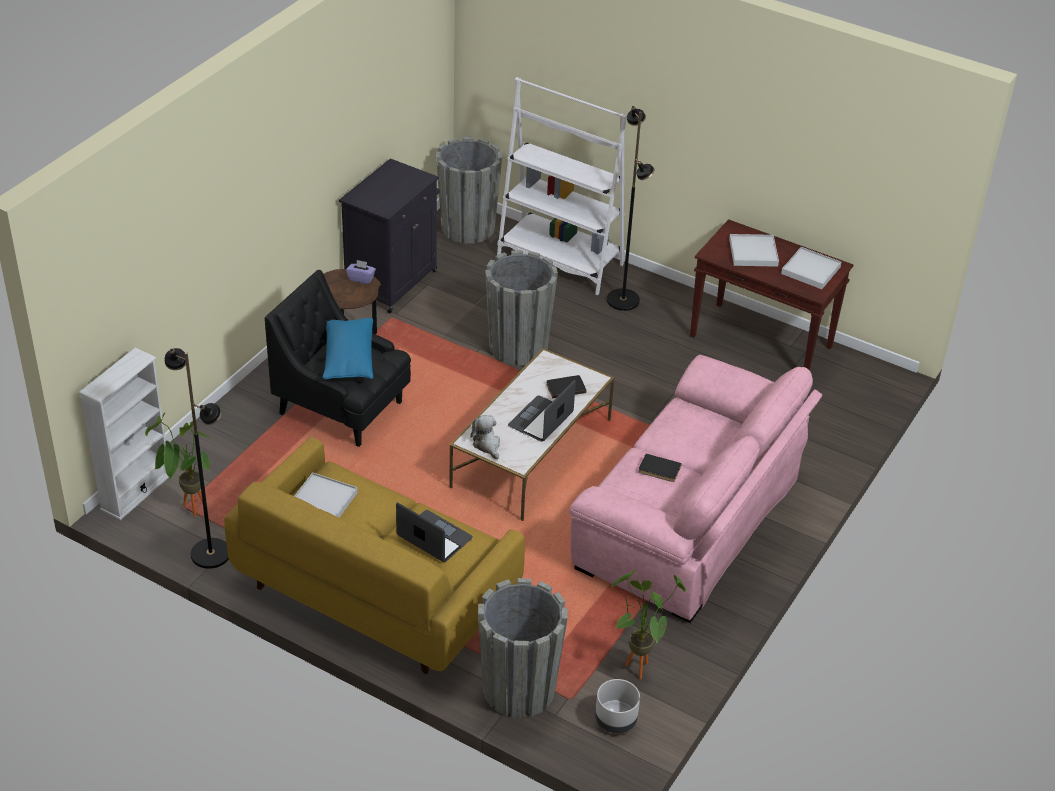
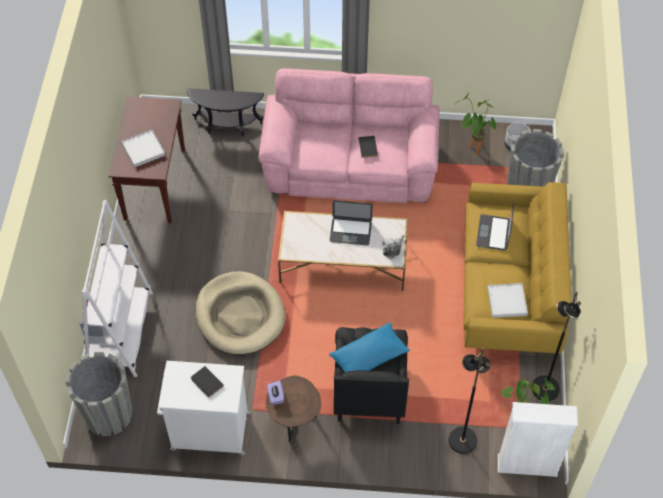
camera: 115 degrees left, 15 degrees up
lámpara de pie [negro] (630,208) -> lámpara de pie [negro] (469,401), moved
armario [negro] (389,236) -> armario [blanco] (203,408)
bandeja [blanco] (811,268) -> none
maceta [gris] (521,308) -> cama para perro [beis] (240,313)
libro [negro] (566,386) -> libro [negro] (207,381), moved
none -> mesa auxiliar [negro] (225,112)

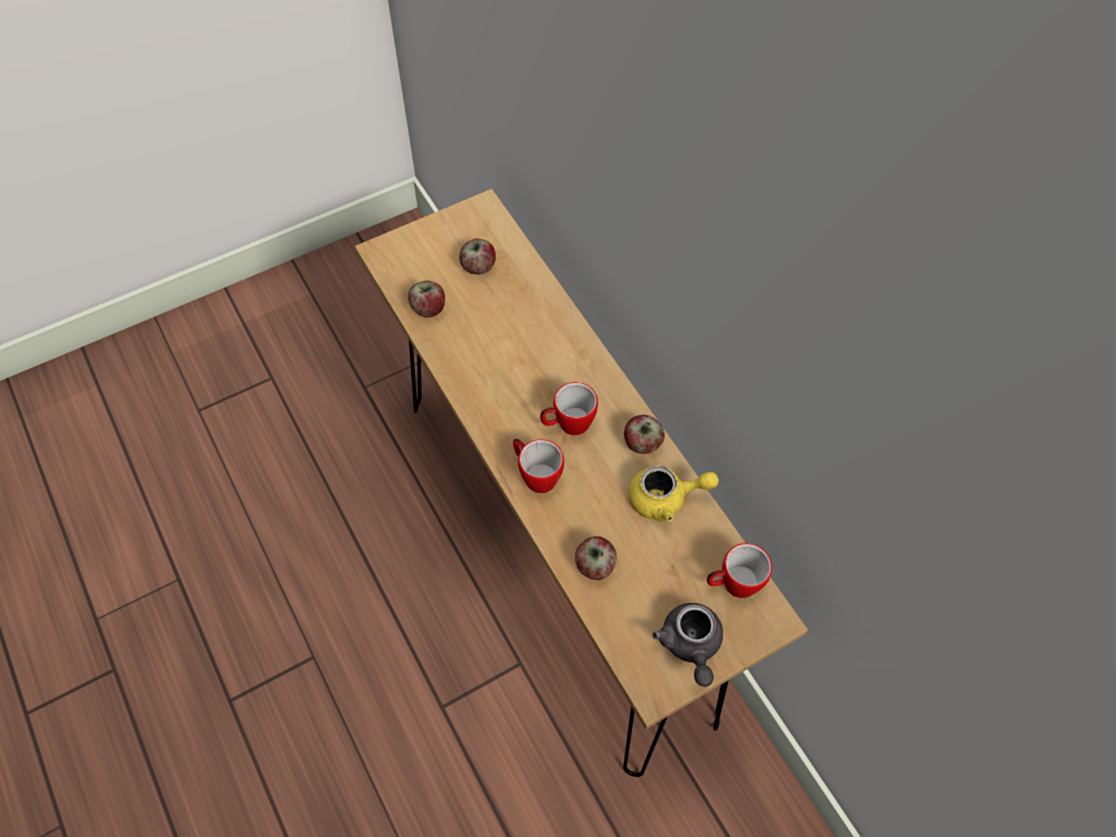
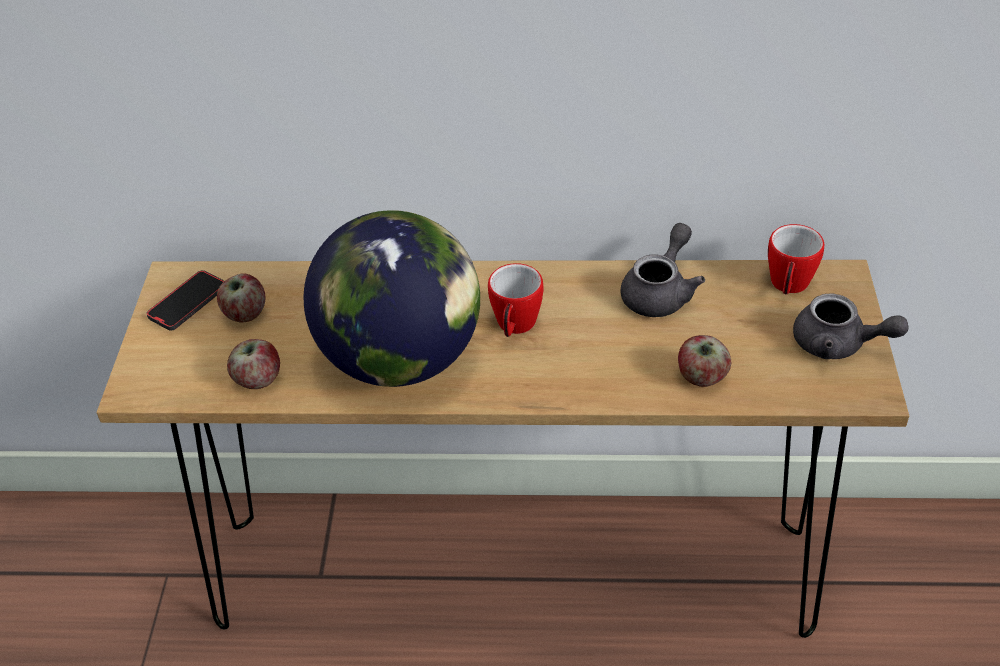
camera: 55 degrees left, 15 degrees down
manzana (644,434) -> none
taza grande (538,466) -> none
tetera [amarillo] (673,493) -> tetera [gris] (662,270)
none -> globo terráqueo (392,298)
none -> móvil (185,300)

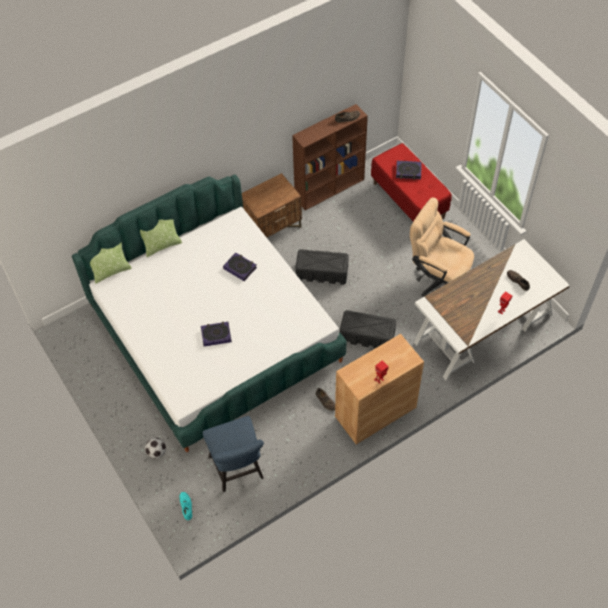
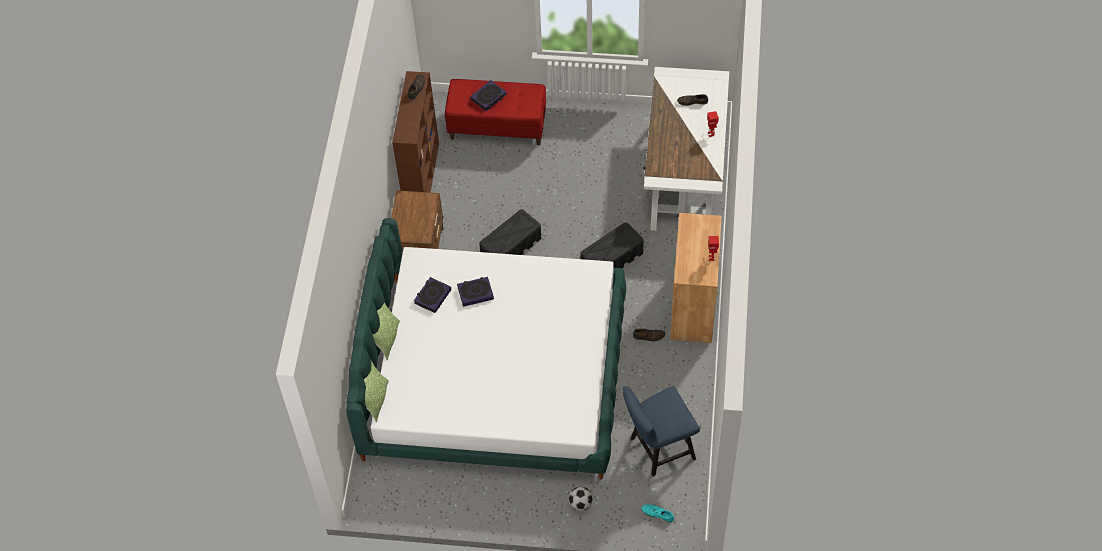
camera: 50 degrees left, 0 degrees up
silla de oficina [beis] (442,247) -> none
libro (216,334) -> libro (432,295), moved
silla [azul] (233,454) -> silla [azul] (661,431), 135 degrees clockwise

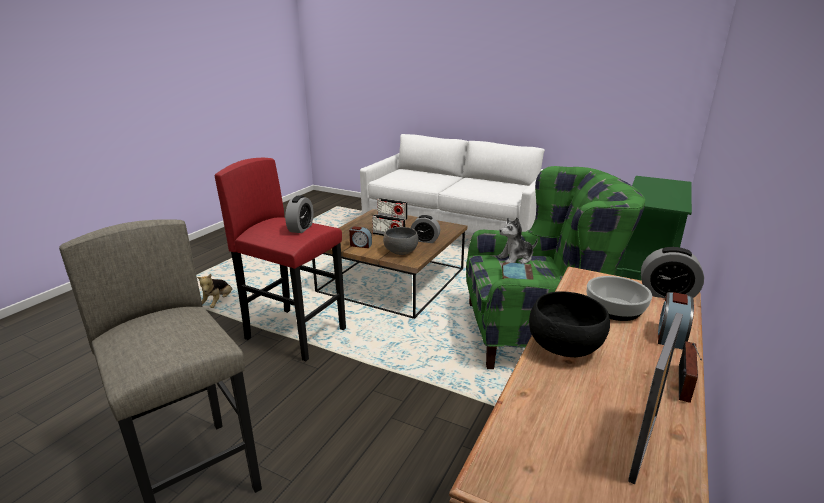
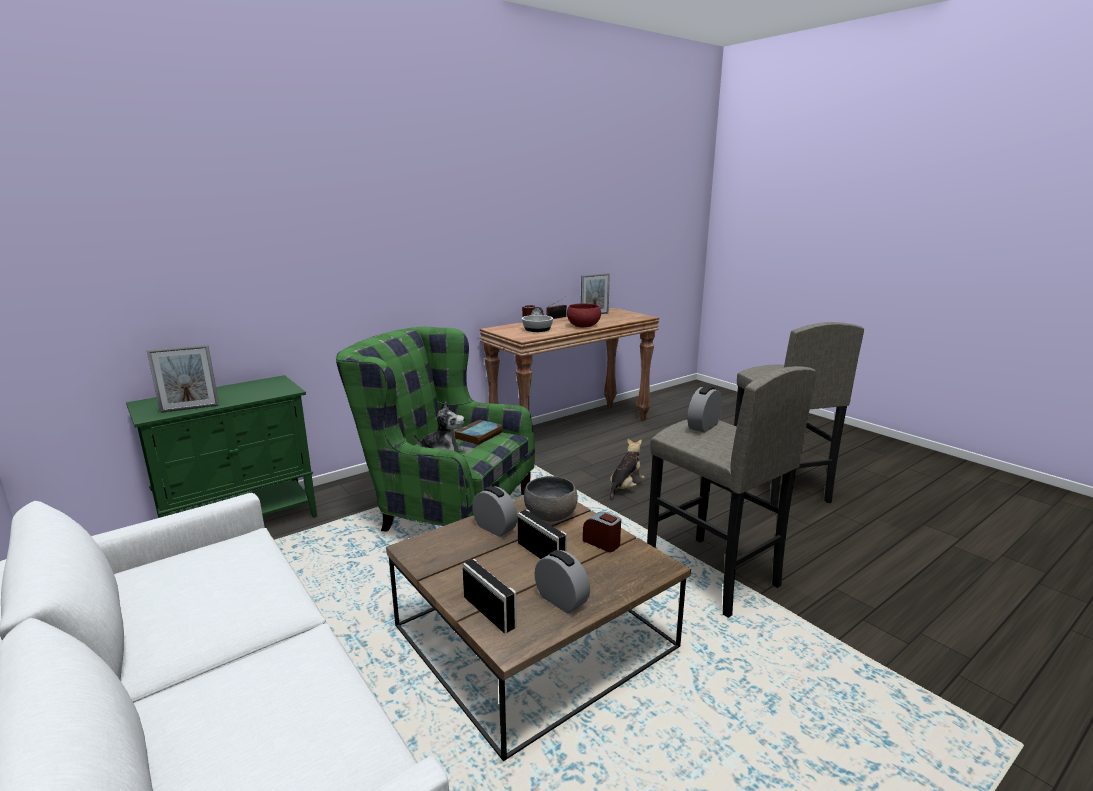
camera: 155 degrees left, 5 degrees down
taburete [rojo] (280,260) -> taburete [gris] (732,492)
despertador (672,272) -> despertador (562,581), moved
peluche (214,291) -> peluche (627,469), moved
cuenco [negro] (569,324) -> cuenco [rojo] (584,315)
none -> portarretratos (183,379)

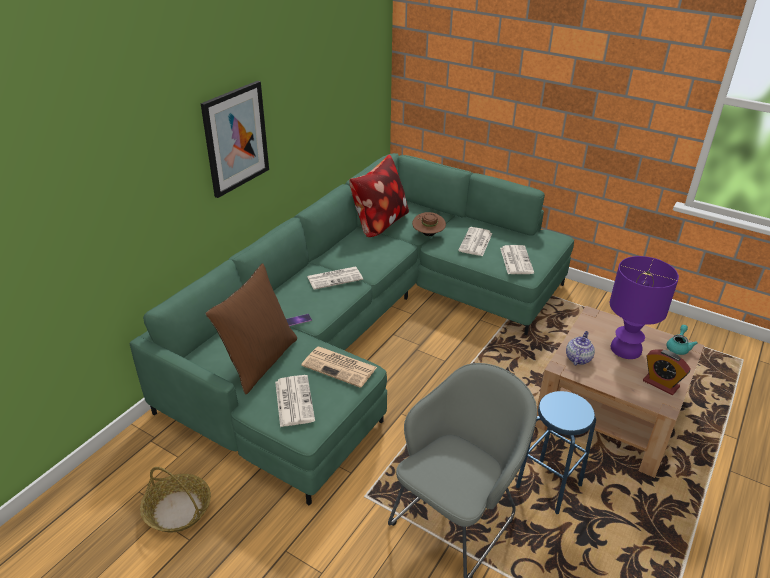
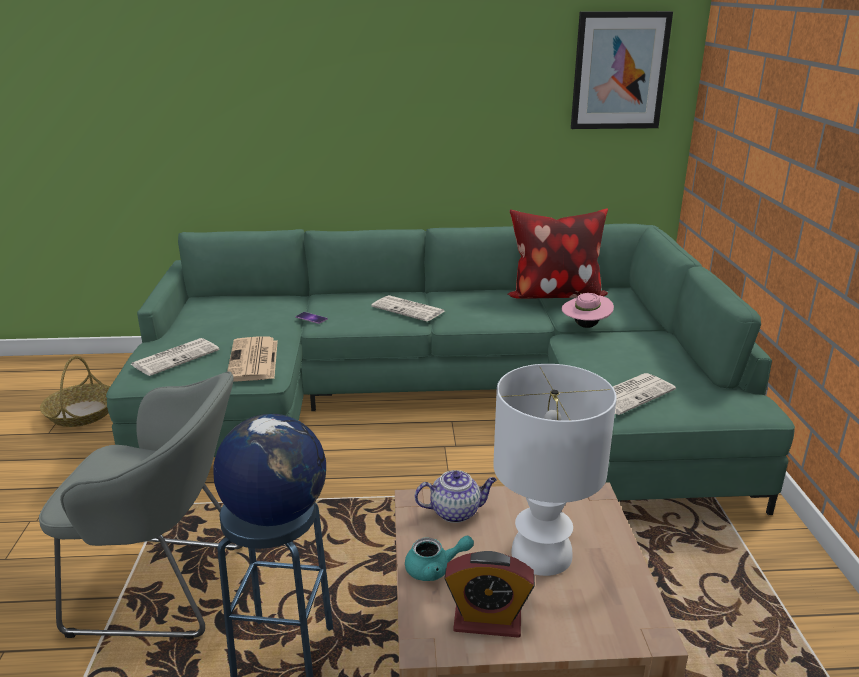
camera: 55 degrees right, 10 degrees down
cuadro (235,139) -> cuadro (622,70), moved
sombrero [marrón] (429,224) -> sombrero [rosa] (588,309)
periódico (475,241) -> none
lámpara de mesa [morado] (644,307) -> lámpara de mesa [blanco] (555,470)
cojín [marrón] (251,328) -> none
tetera [turquesa] (682,340) -> tetera [turquesa] (439,558), moved
despertador (667,372) -> despertador (489,594), 90 degrees counterclockwise
none -> globo terráqueo (269,470)

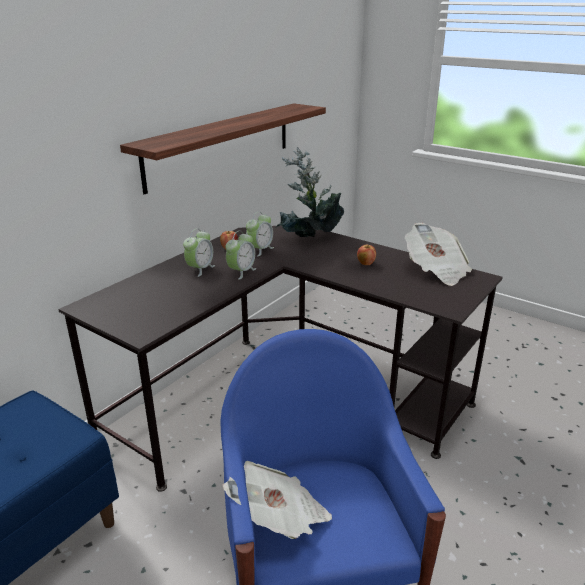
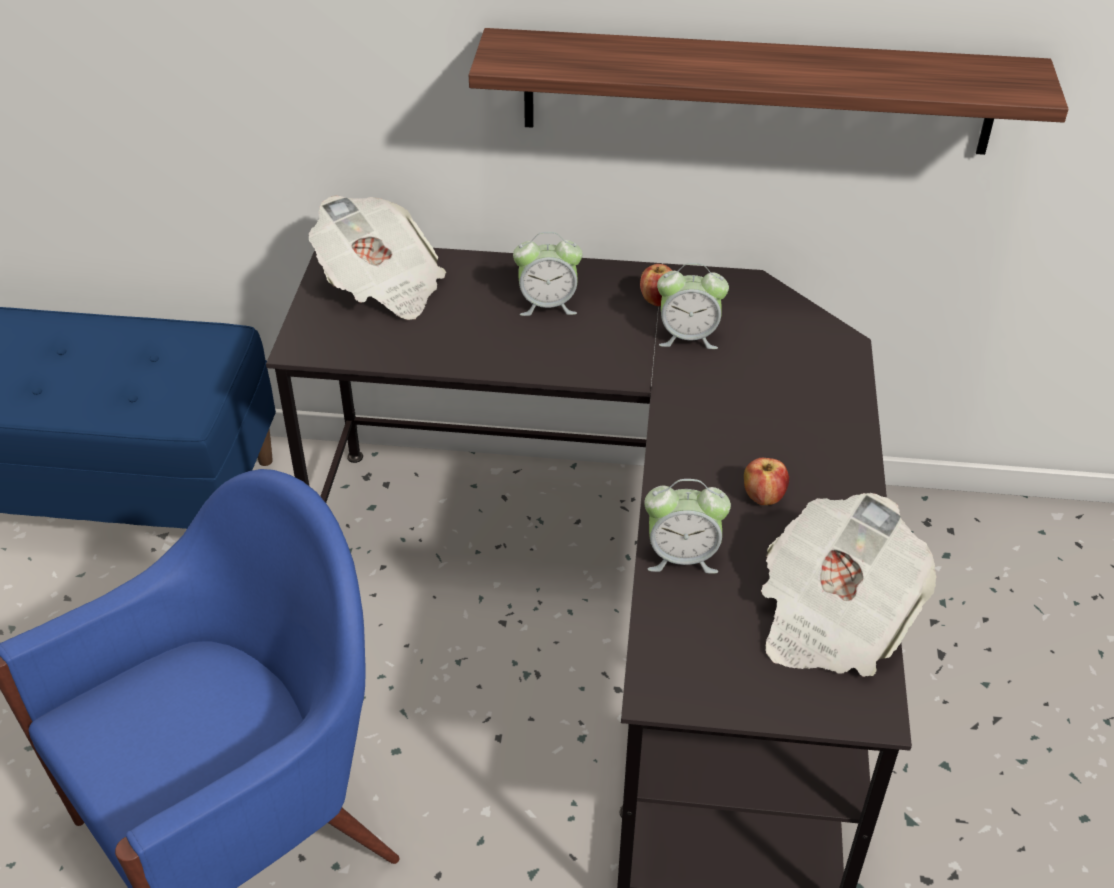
camera: 60 degrees right, 15 degrees up
planta en maceta (310,192) -> none
despertador (241,255) -> despertador (687,526), moved
periódico (277,500) -> periódico (377,257), moved

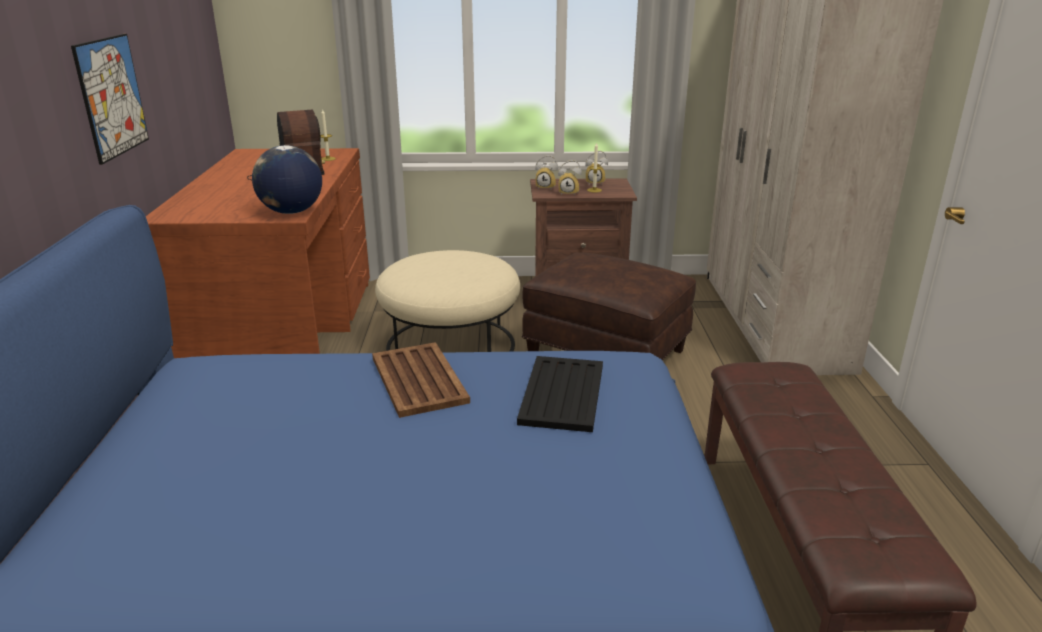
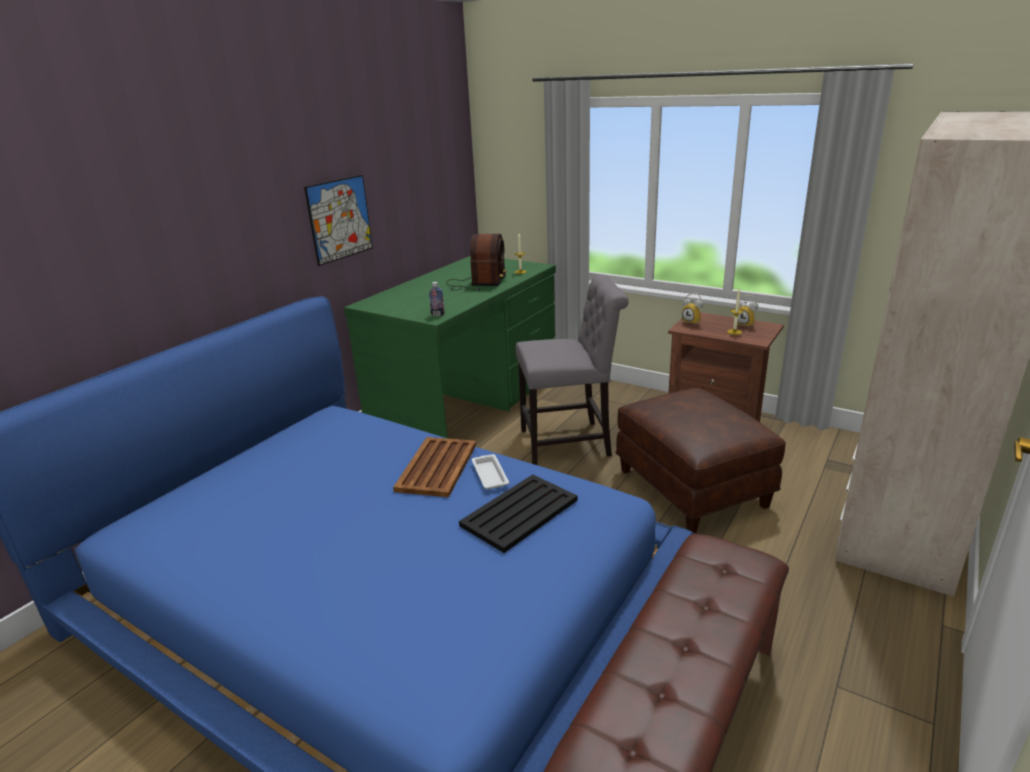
camera: 35 degrees right, 0 degrees up
globo terráqueo (287,179) -> botella (437,299)
escritorio [marrón] (258,253) -> escritorio [verde] (450,347)
despertador (570,178) -> none
puf [beis] (447,301) -> silla [gris] (572,369)
none -> bandeja [blanco] (490,471)

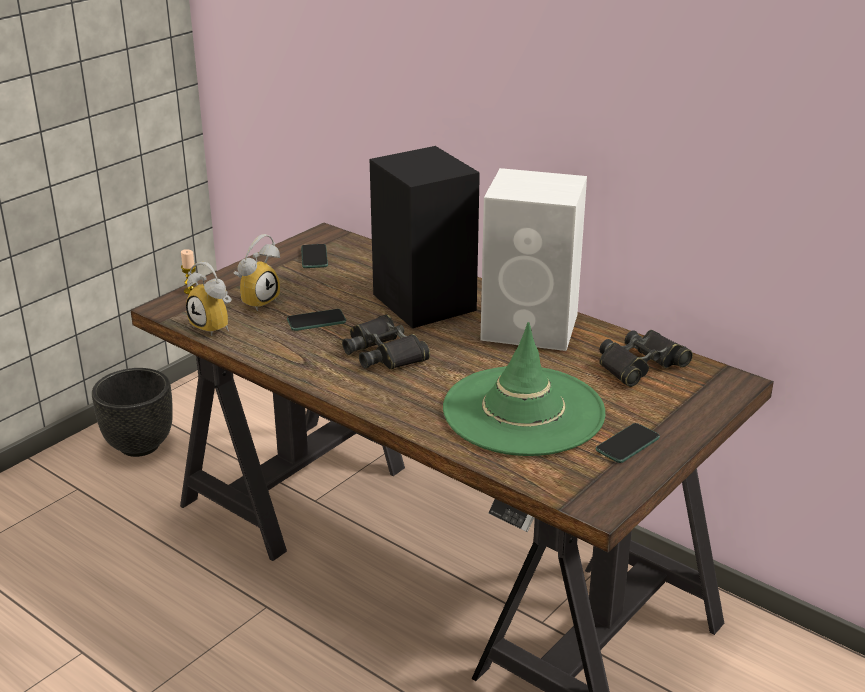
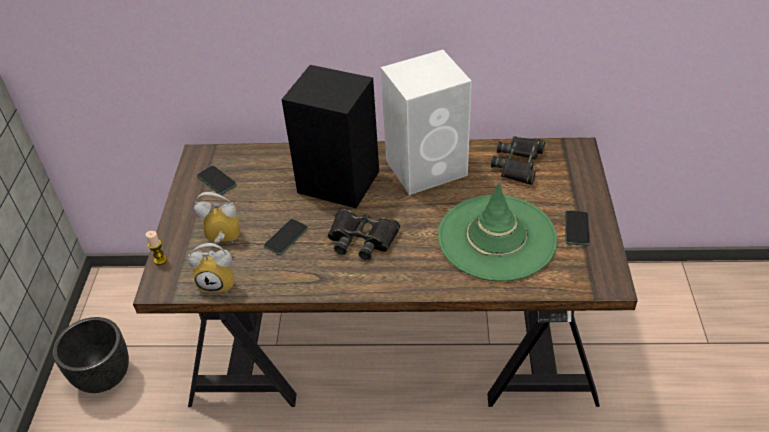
camera: 35 degrees left, 15 degrees up
despertador (256,272) -> despertador (217,218), 90 degrees counterclockwise

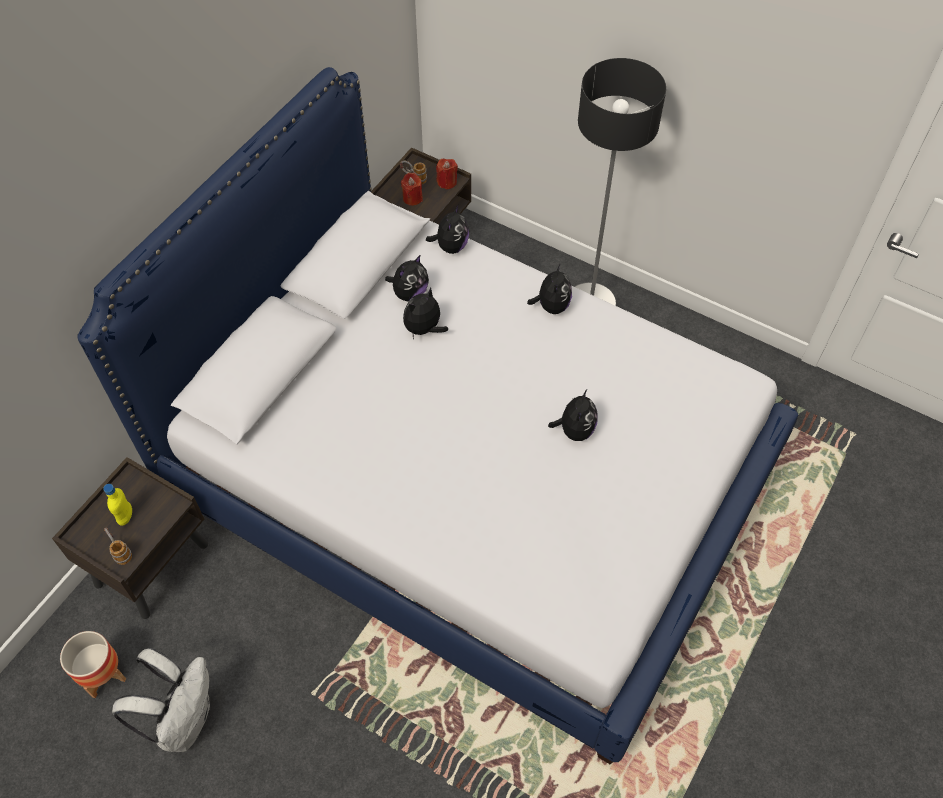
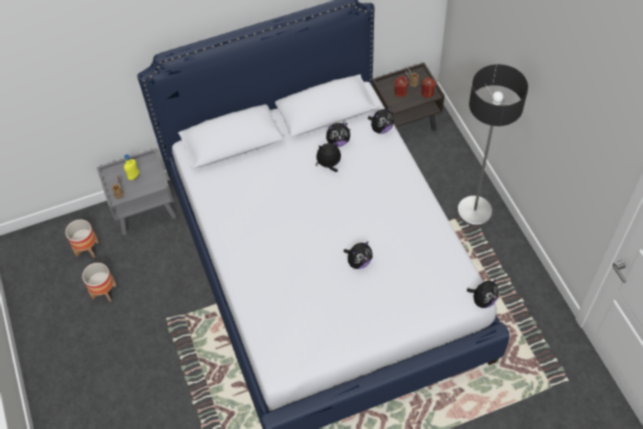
camera: 40 degrees right, 0 degrees up
peluche (549,288) -> peluche (483,293), moved
mesita de noche [marrón] (130,538) -> mesita de noche [gris] (136,192)
mochila [blanco] (161,700) -> maceta (99,282)

